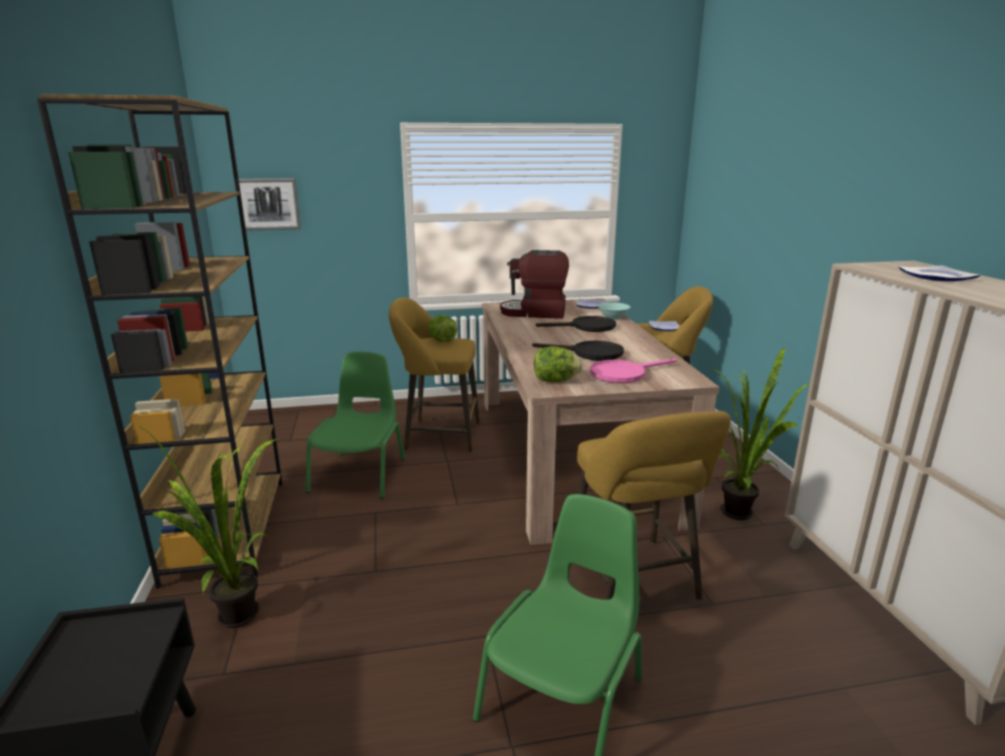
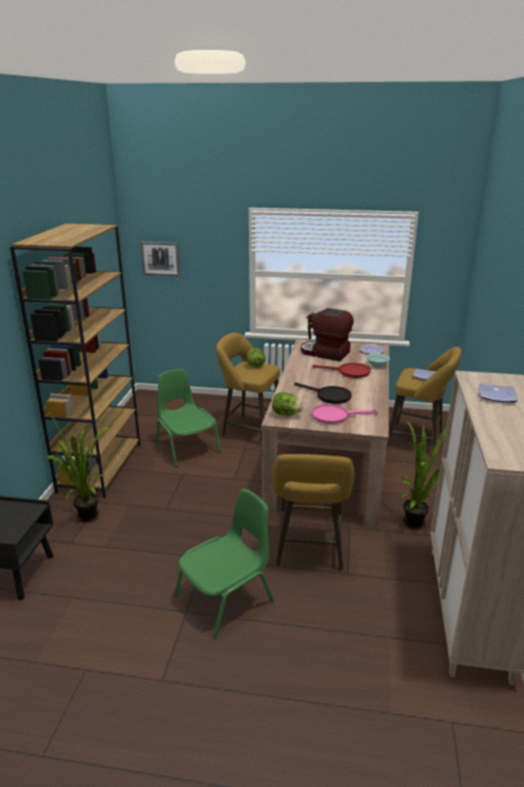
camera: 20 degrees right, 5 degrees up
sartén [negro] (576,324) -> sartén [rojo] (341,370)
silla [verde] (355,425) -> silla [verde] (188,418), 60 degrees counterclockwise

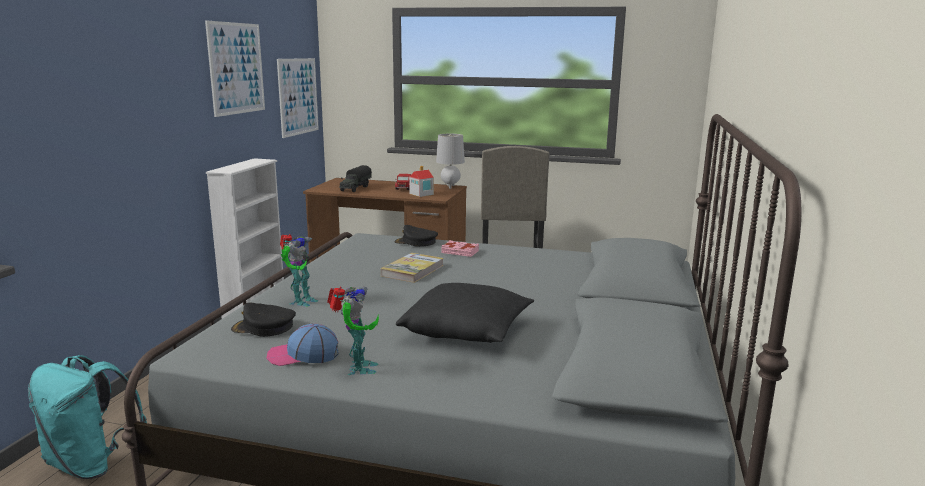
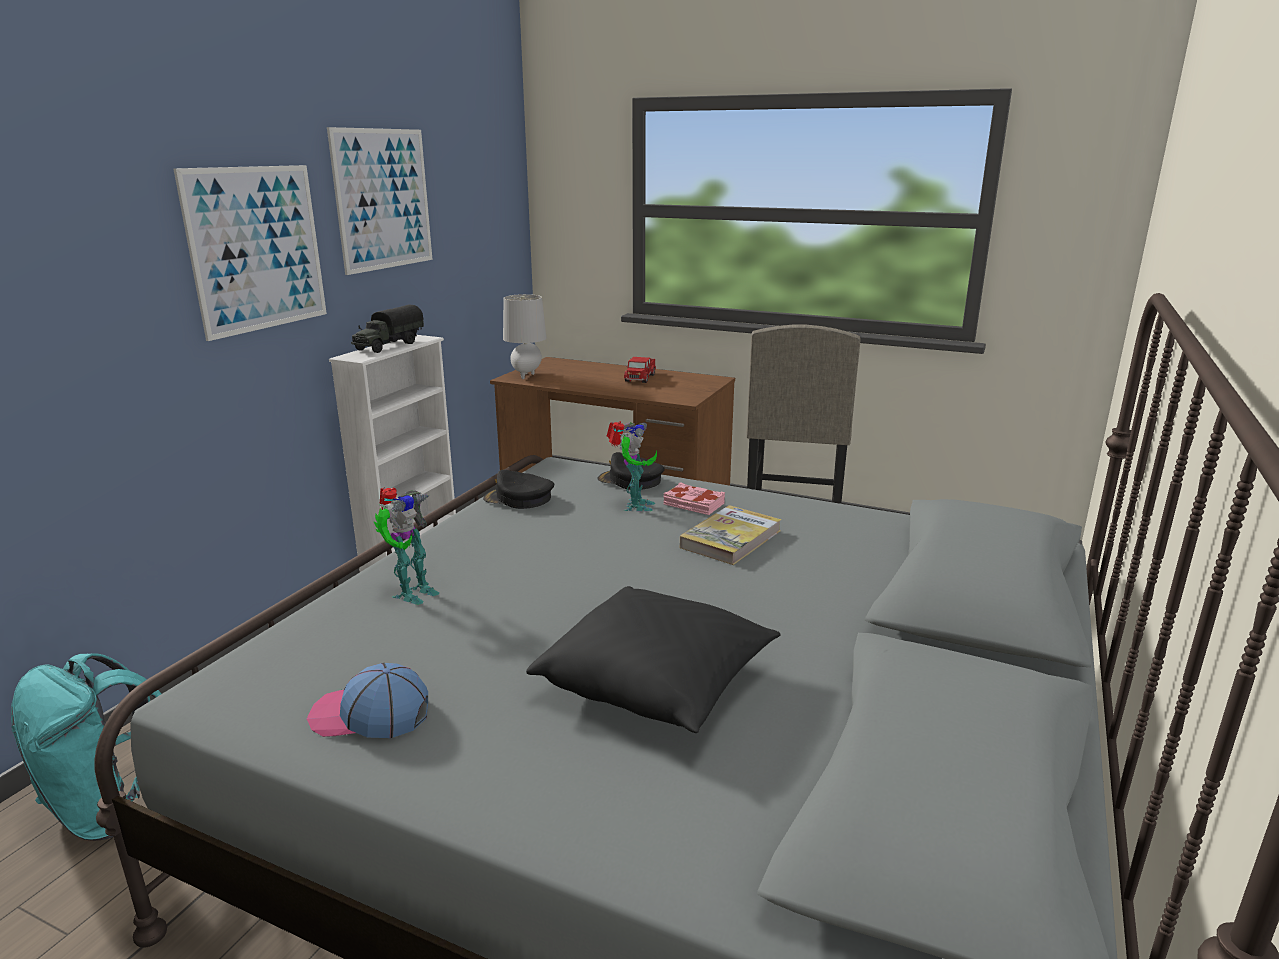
camera: 10 degrees right, 5 degrees up
cuadro (298,98) -> cuadro (250,253), moved
lámpara de mesa [gris] (450,161) -> lámpara de mesa [gris] (525,336), moved
camión de juguete (355,178) -> camión de juguete (387,329), moved
casita (421,181) -> none
libro (412,268) -> libro (730,535), moved
robot de juguete (353,330) -> robot de juguete (631,466), moved
gorra [negro] (263,320) -> gorra [negro] (518,489), moved

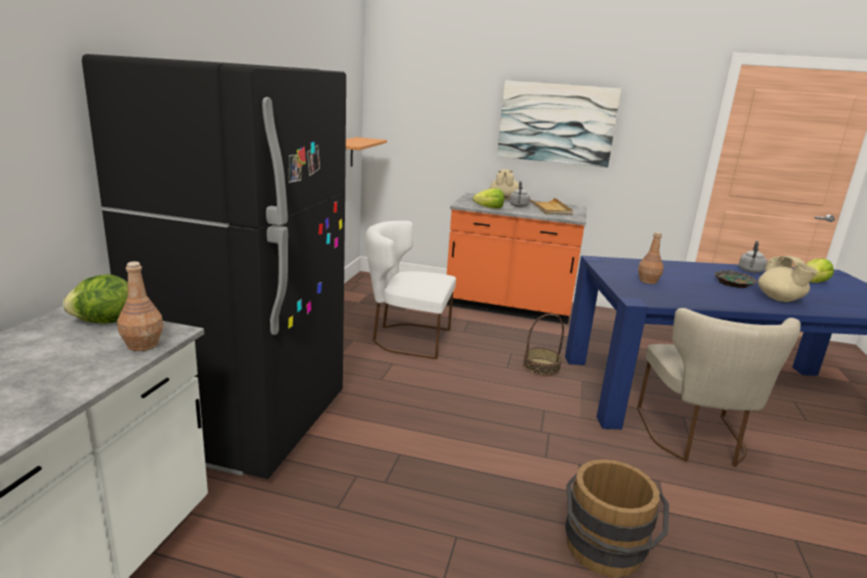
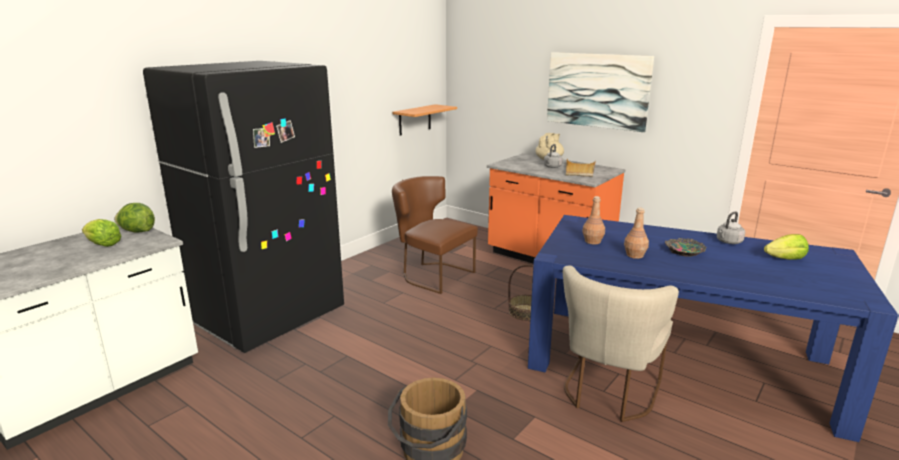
camera: 25 degrees right, 0 degrees up
lechuga (488,198) -> lechuga (101,233), moved
silla [blanco] (410,290) -> silla [marrón] (435,235)
tetera [beis] (788,279) -> none
botella [marrón] (140,306) -> botella [marrón] (636,233), moved

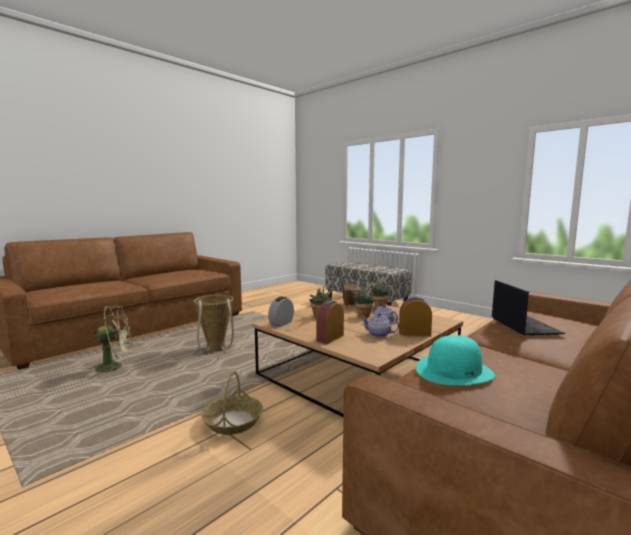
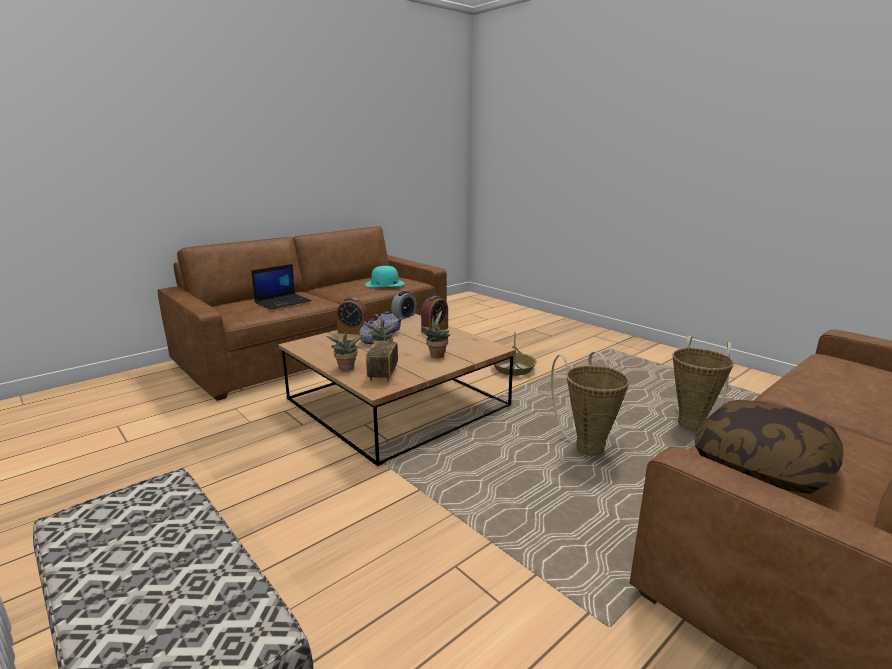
camera: 175 degrees left, 10 degrees up
portátil (528,307) -> portátil (281,287), 135 degrees counterclockwise
despertador (281,312) -> despertador (404,305), moved
ventilador [verde] (112,339) -> cesta (703,383)
none -> cojín (769,447)

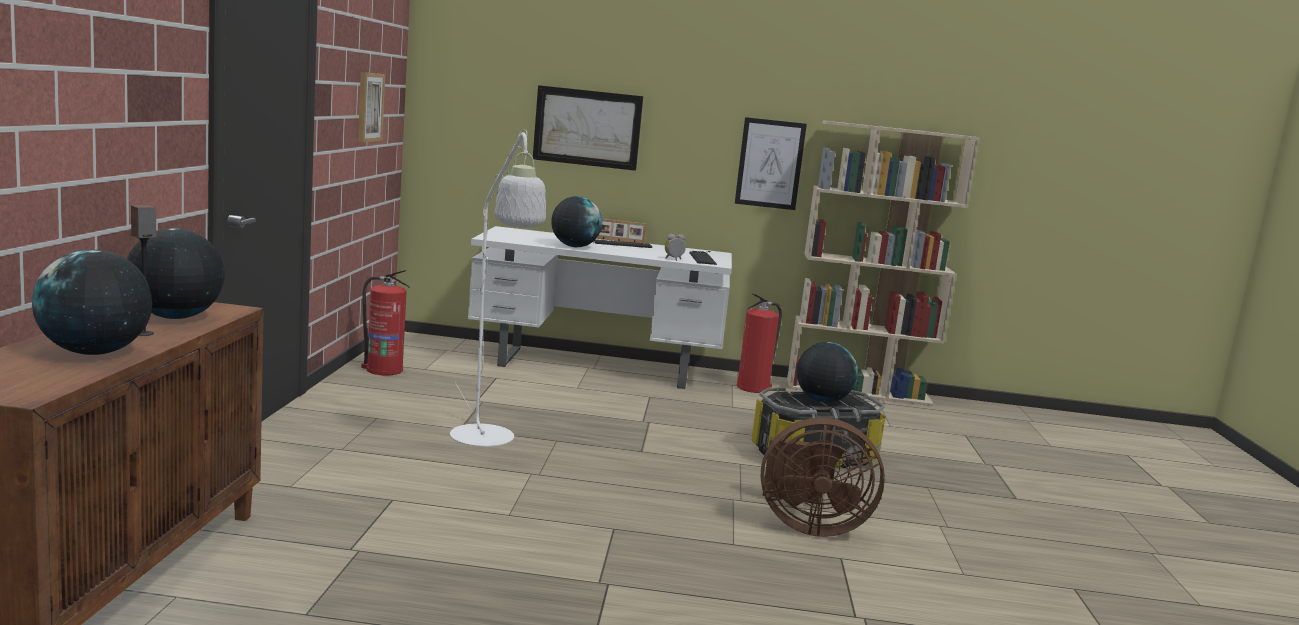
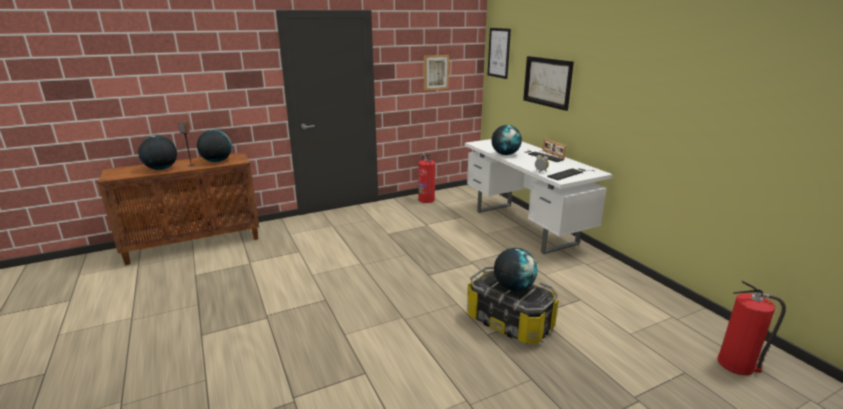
camera: 60 degrees right, 10 degrees up
cuadro (771,163) -> cuadro (499,53), moved
estantería [beis] (883,263) -> none
lámpara de pie [blanco] (498,288) -> none
extintor (759,343) -> extintor (751,327), moved
ventilador [marrón] (823,477) -> none

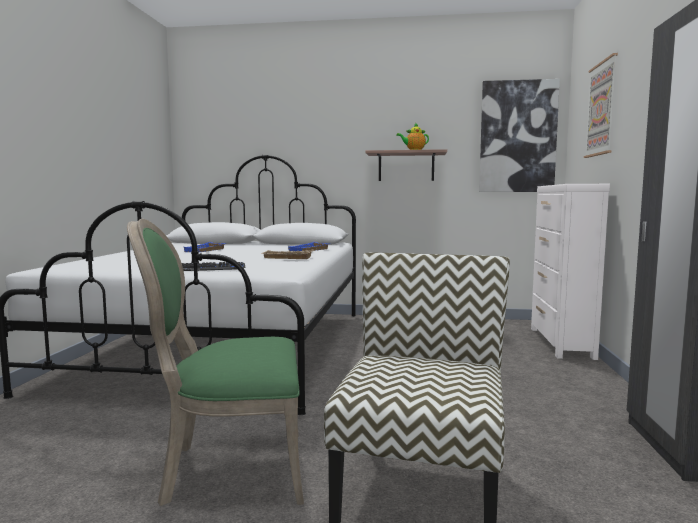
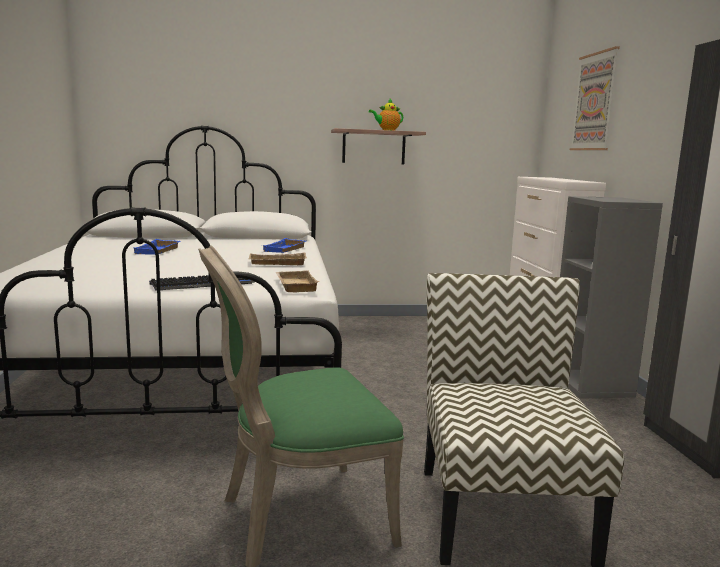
camera: 15 degrees left, 5 degrees up
cuadro (519,135) -> none
none -> estantería [gris] (611,297)
none -> bandeja [beis] (297,281)

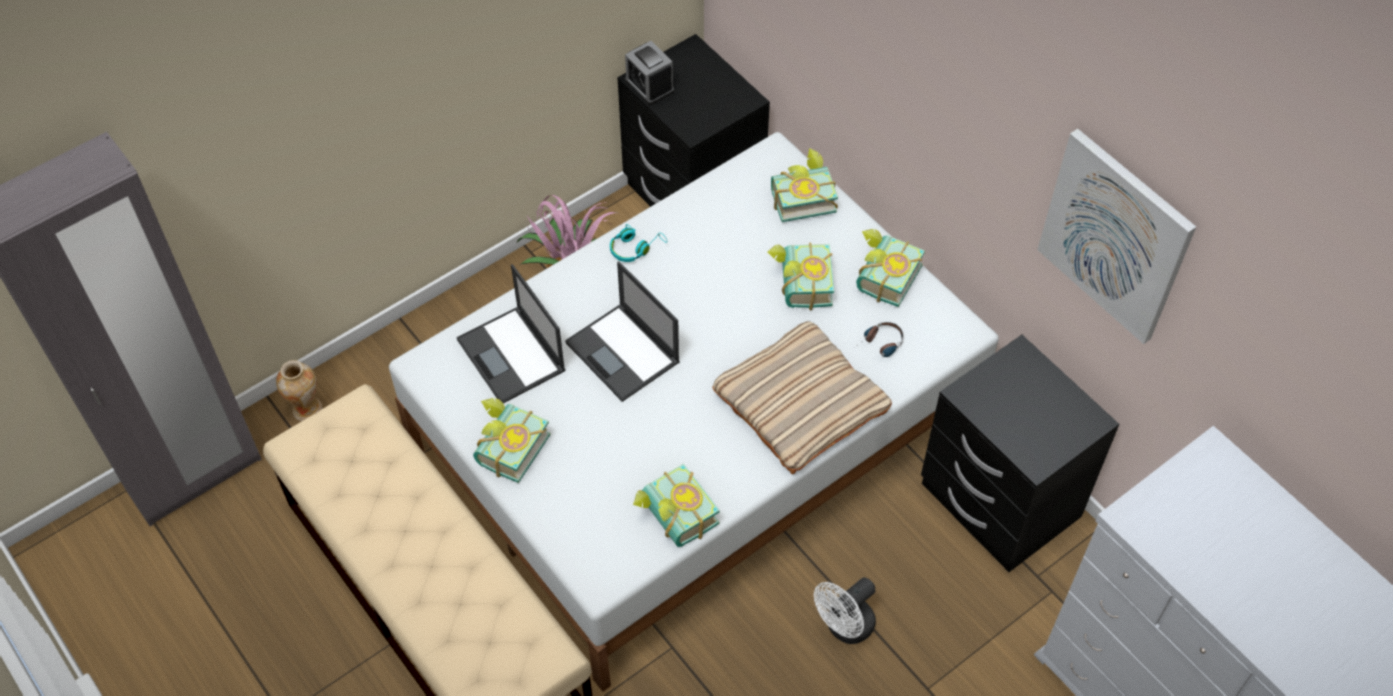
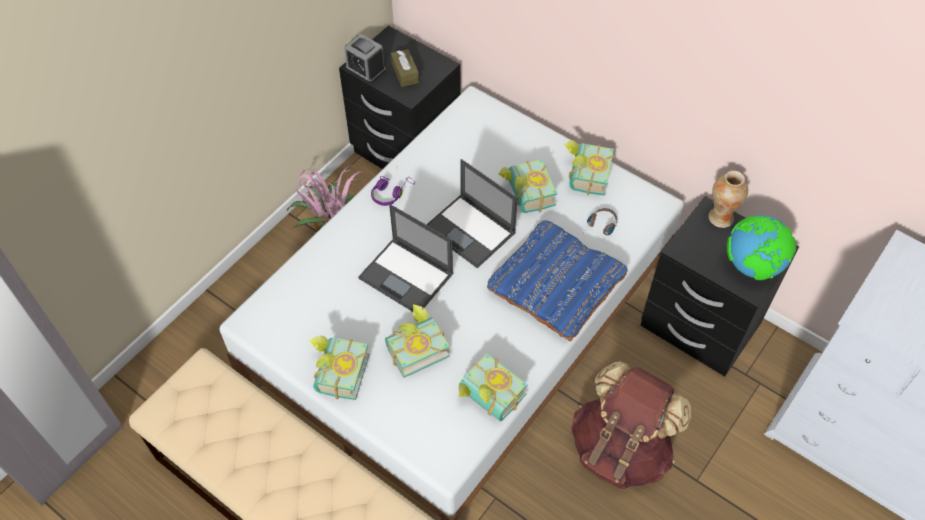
camera: 15 degrees left, 0 degrees up
cuadro (1116,236) -> none
libro (804,185) -> libro (417,341), moved
auriculares [turquesa] (638,243) -> auriculares [morado] (393,191)
portátil (511,333) -> portátil (472,213), moved
cojín [beis] (802,397) -> cojín [azul] (557,280)
florero (299,390) -> florero (728,199), moved
ventilador [blanco] (845,610) -> mochila [marrón] (631,425)
none -> caja de pañuelos [marrón] (405,68)
none -> globo terráqueo (761,247)

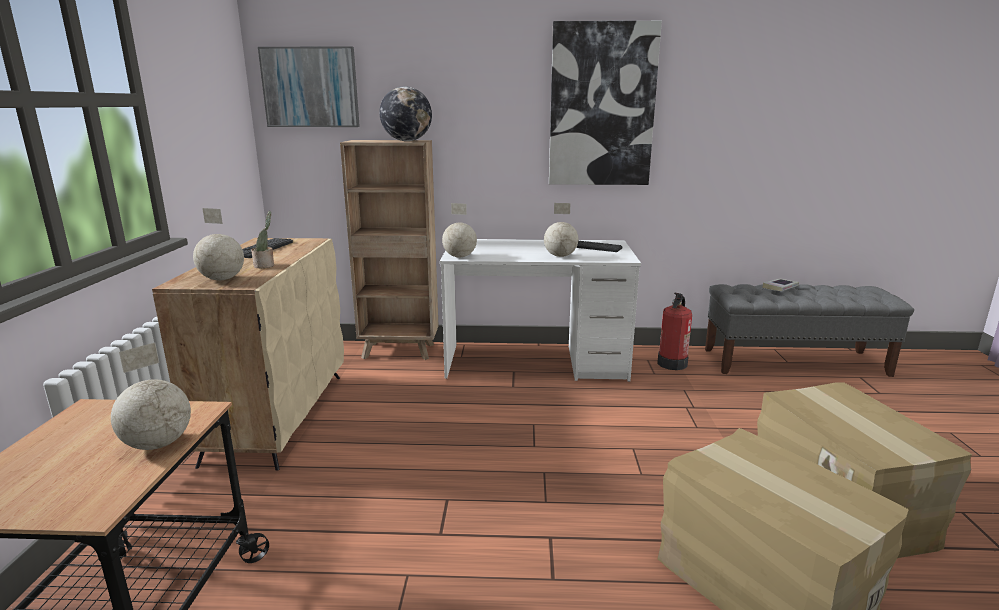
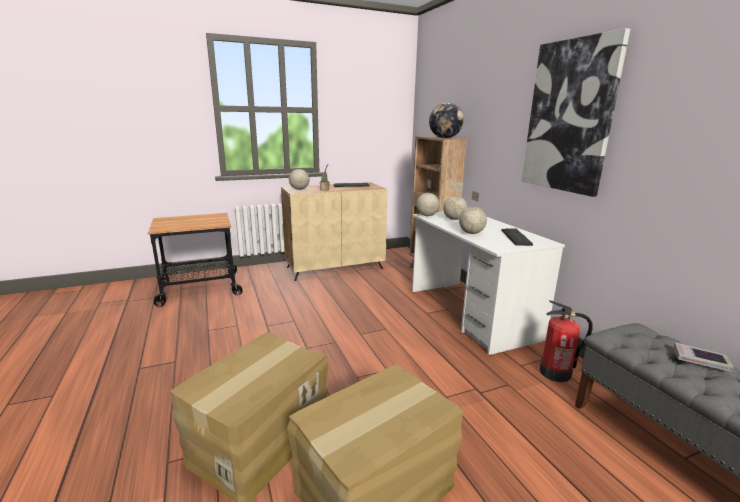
camera: 65 degrees right, 0 degrees up
cuadro (309,86) -> none
globo terráqueo (151,396) -> globo terráqueo (455,201), moved

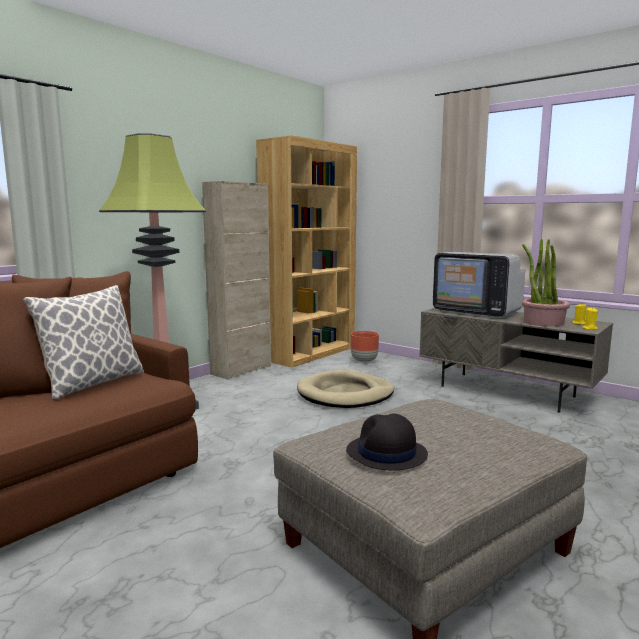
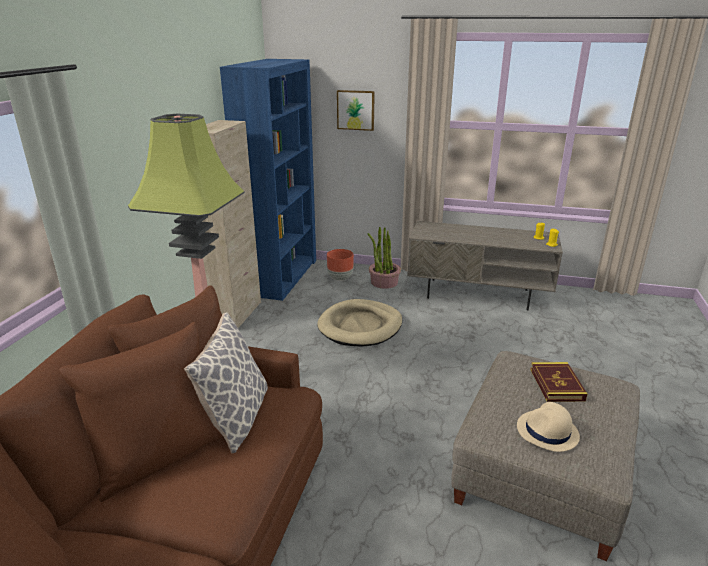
camera: 25 degrees left, 15 degrees up
estantería [marrón] (306,251) -> estantería [azul] (268,180)
planta en maceta (546,283) -> planta en maceta (384,258), moved
televisor (479,285) -> none
sombrero [negro] (387,442) -> sombrero [beis] (548,427)
none -> cuadro (356,110)
none -> libro (558,382)

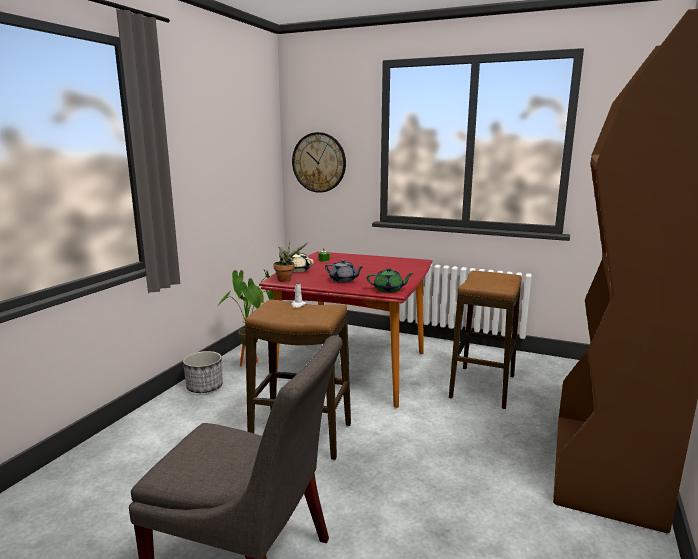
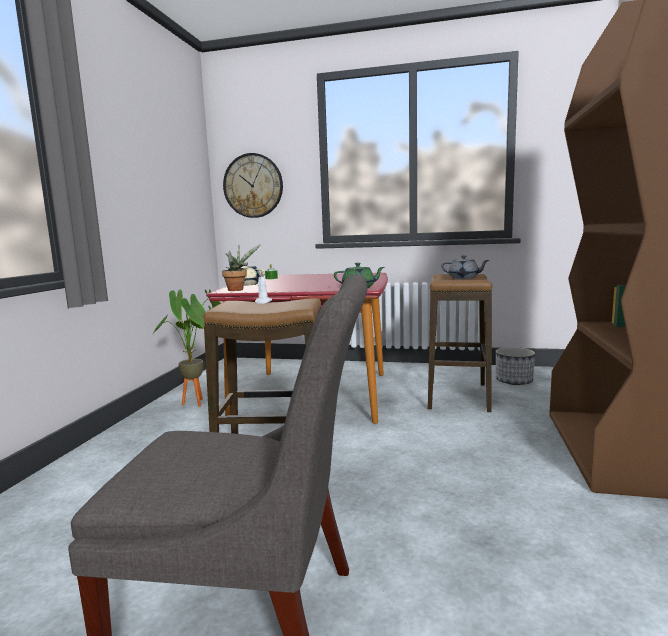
camera: 10 degrees left, 5 degrees down
tetera [gris] (344,271) -> tetera [gris] (465,267), moved
maceta (203,372) -> maceta (515,366), moved

